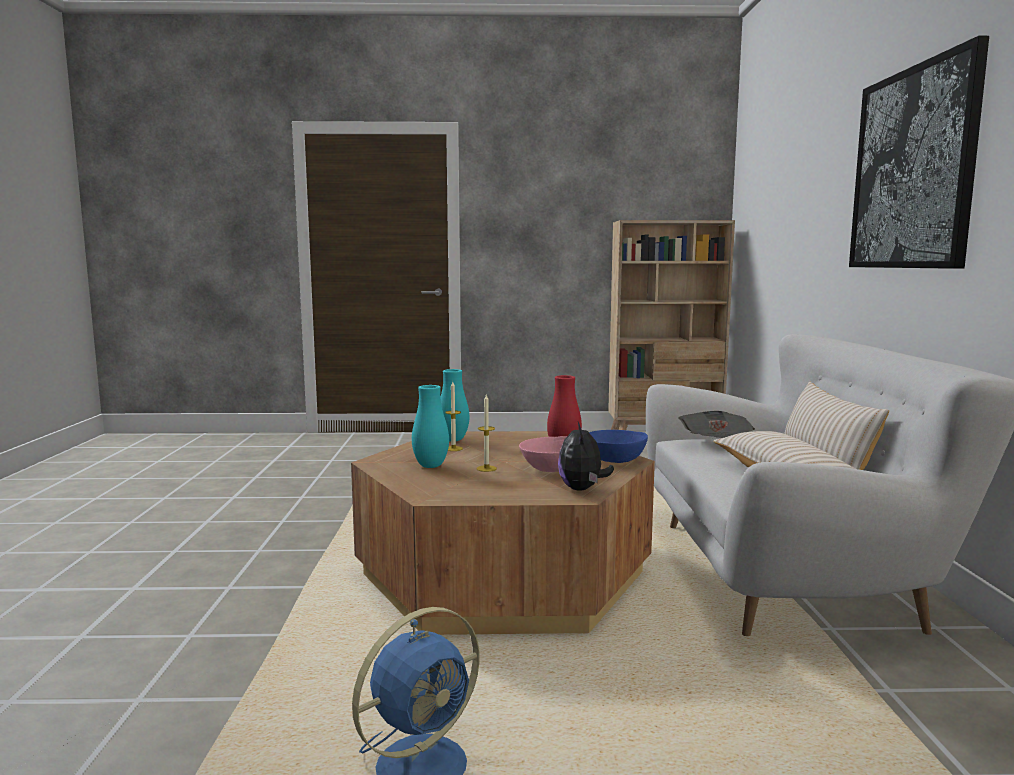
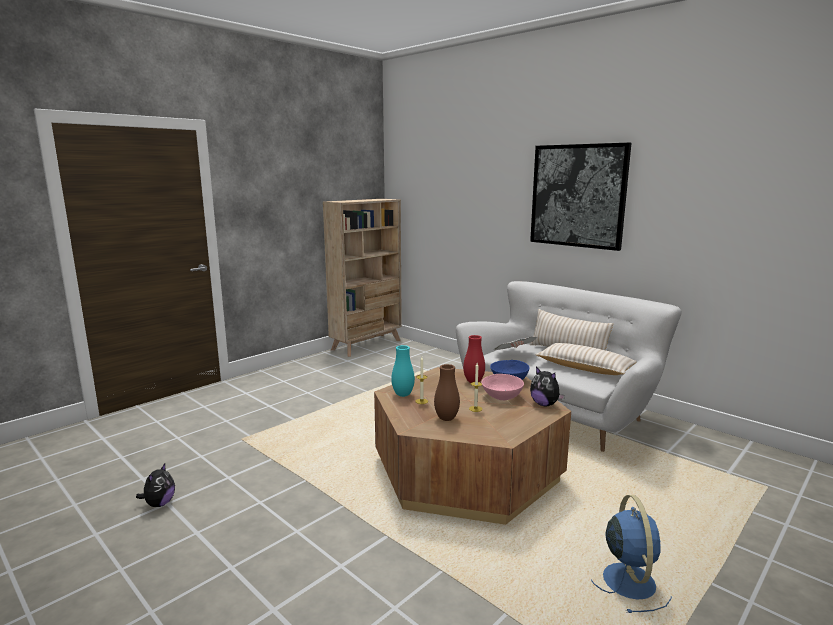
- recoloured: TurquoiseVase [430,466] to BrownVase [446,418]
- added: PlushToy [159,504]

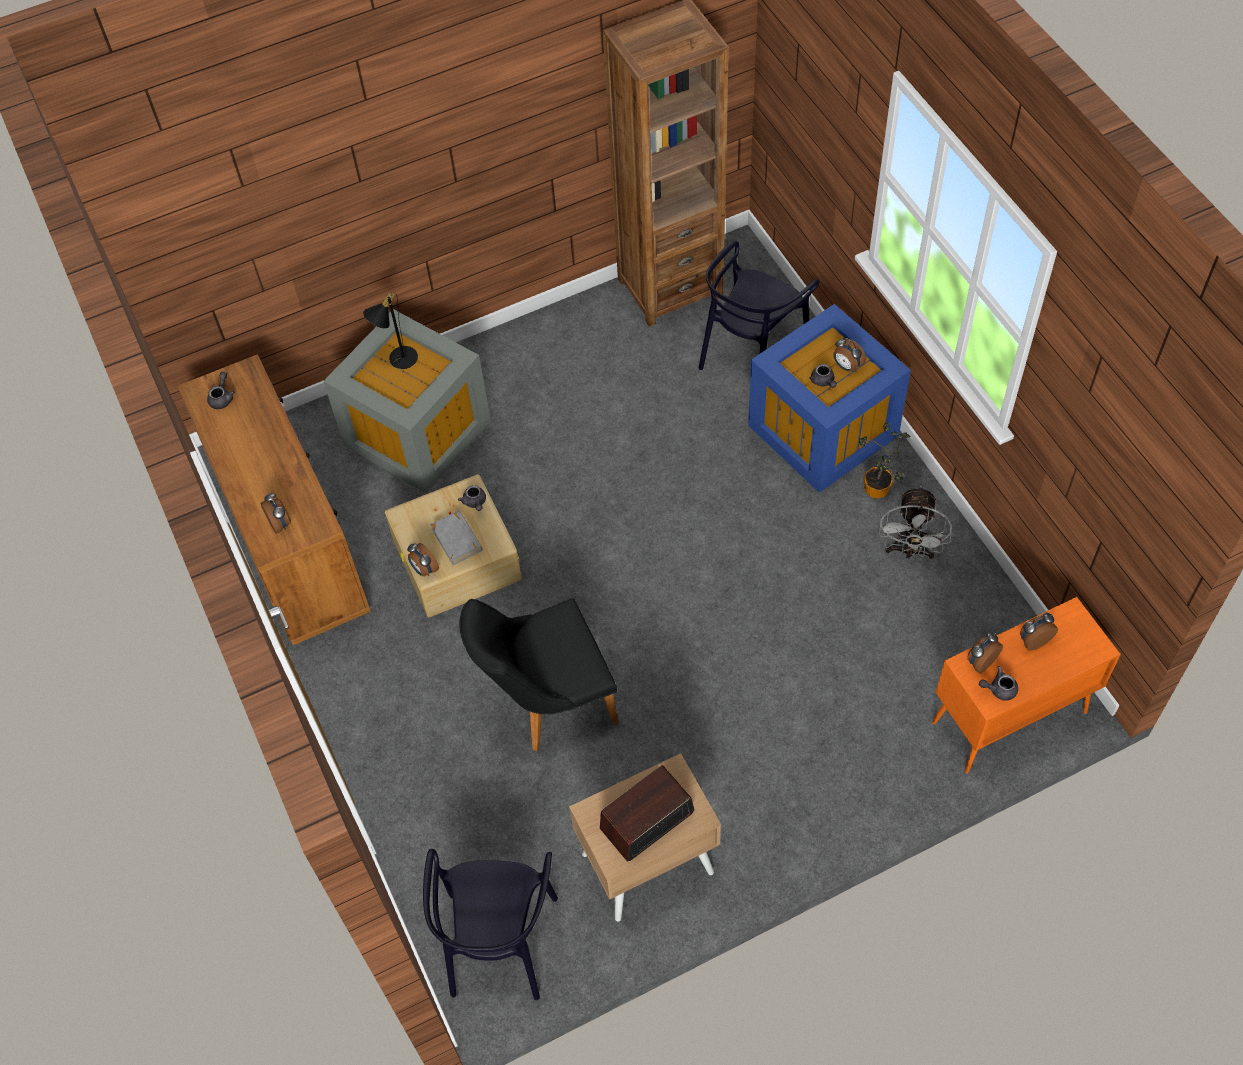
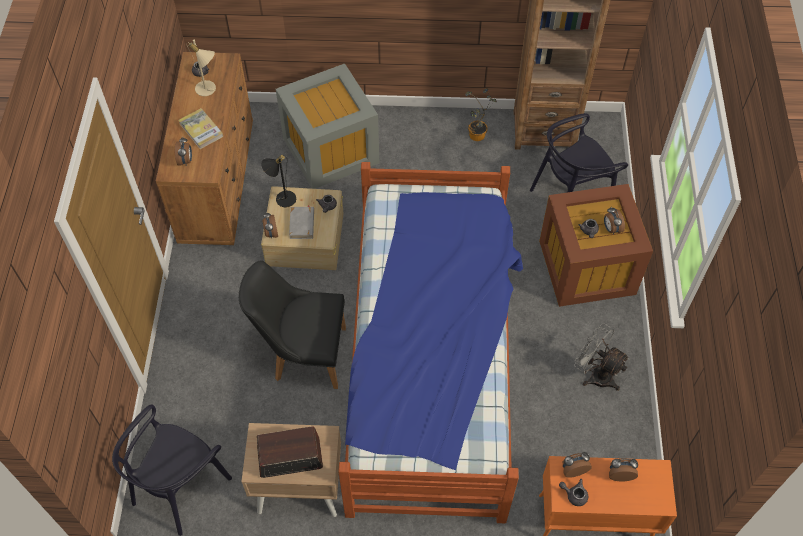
- moved: BlackTableLamp [397,358] to [282,198]
- recoloured: BlueStorageBox [825,430] to BrownStorageBox [588,268]
- moved: PottedPlant [878,491] to [476,137]
- turned: GreyFan [909,551] = [595,374] 90 degrees clockwise
- added: BeigeTableLamp [208,90]
- added: Book [201,130]
- added: Bed [431,362]

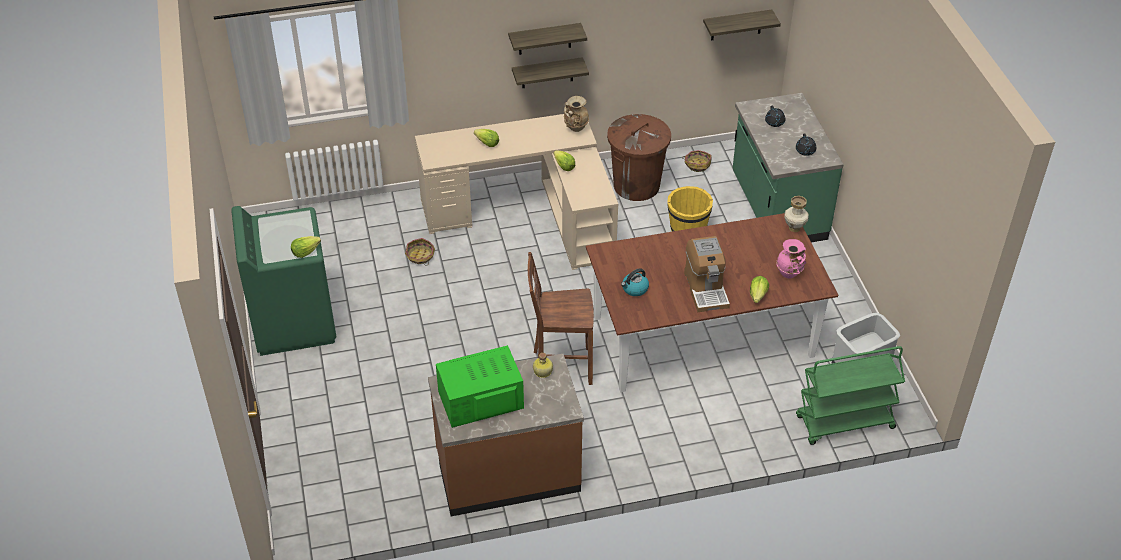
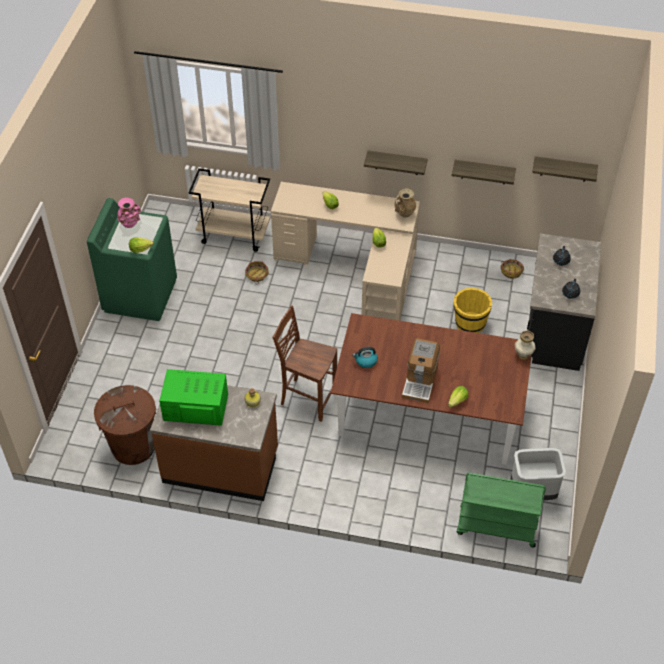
- moved: Shelf [544,39] to [484,172]
- recoloured: GreenCounter [777,208] to BlackCounter [553,330]
- moved: BrownTrashCan [637,185] to [133,446]
- moved: PinkVase [790,273] to [130,224]
- added: BeigeCart [234,235]

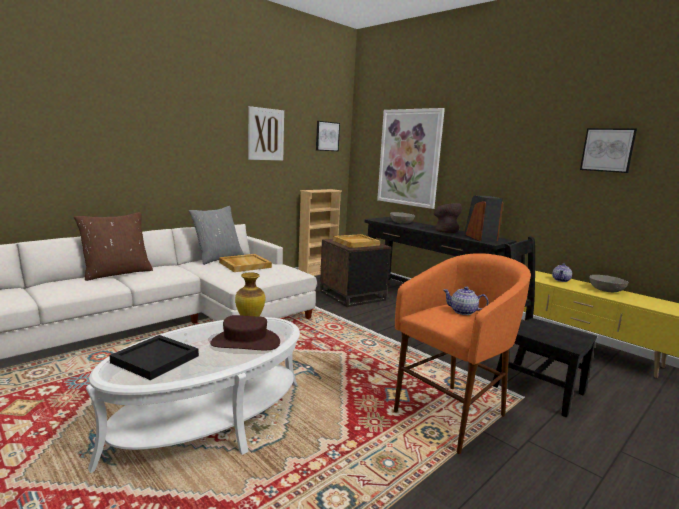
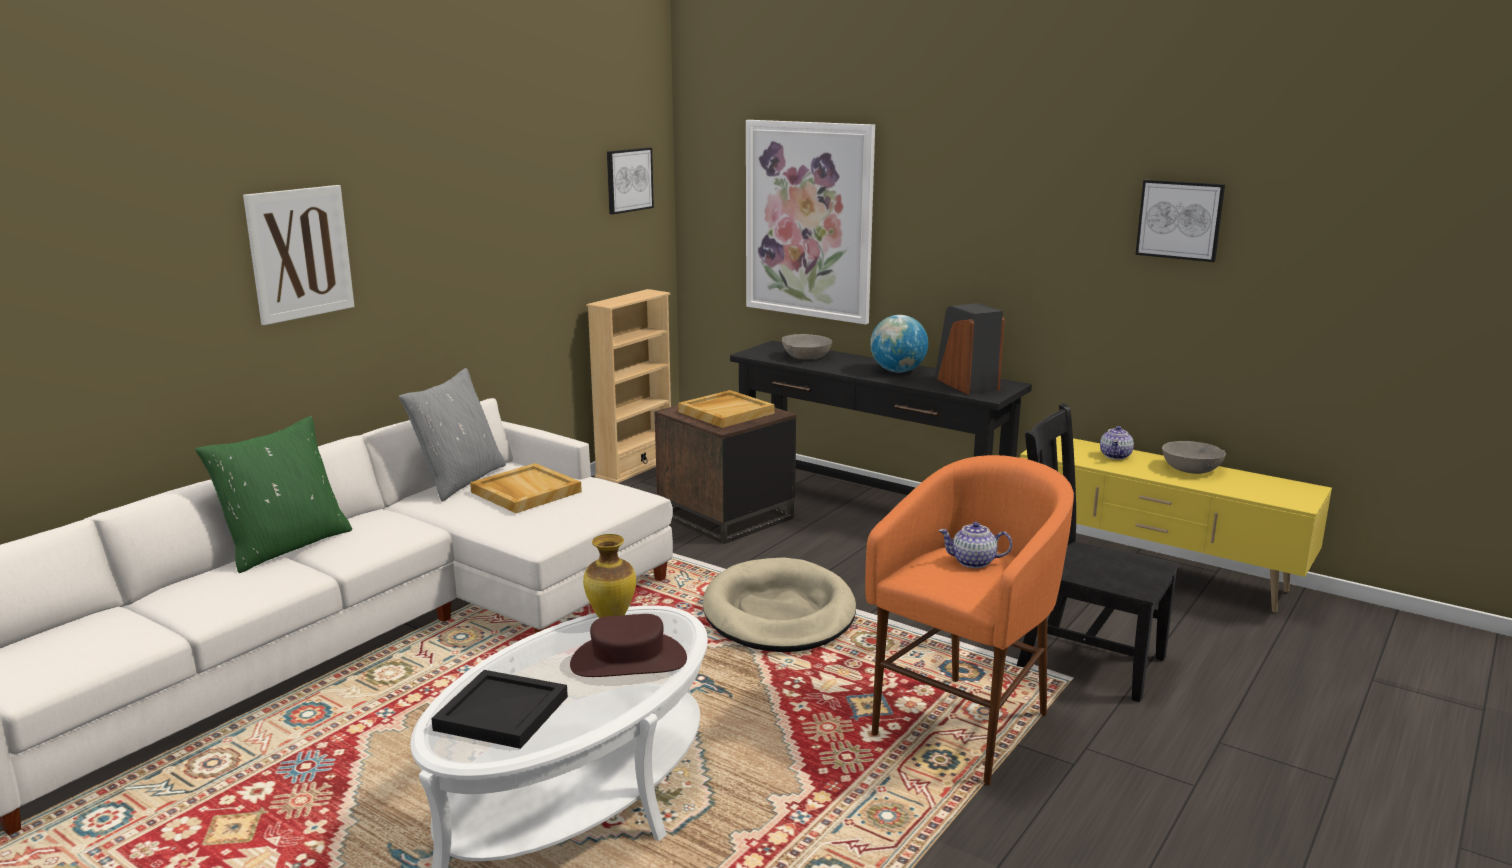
- moved: Picture [266,134] to [300,253]
- replaced: BrownVase [445,230] to Globe [897,371]
- recoloured: BrownPillow [117,273] to GreenPillow [285,546]
- added: BeigeDogBed [779,613]

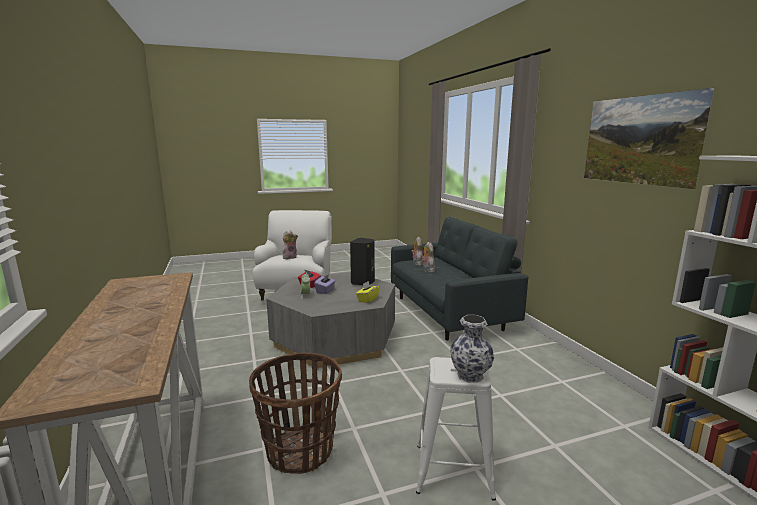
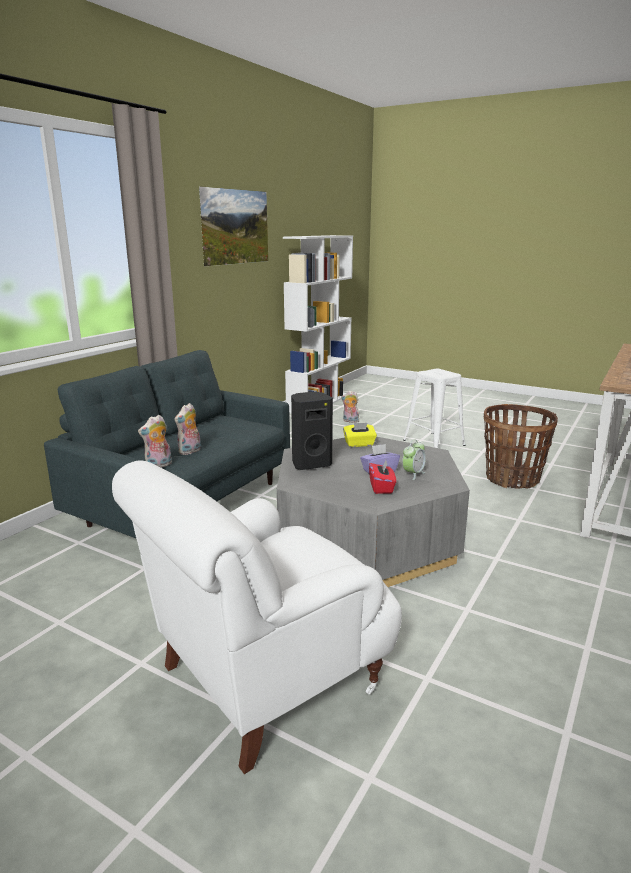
- moved: PlushToy [290,257] to [350,421]
- removed: Vase [470,376]

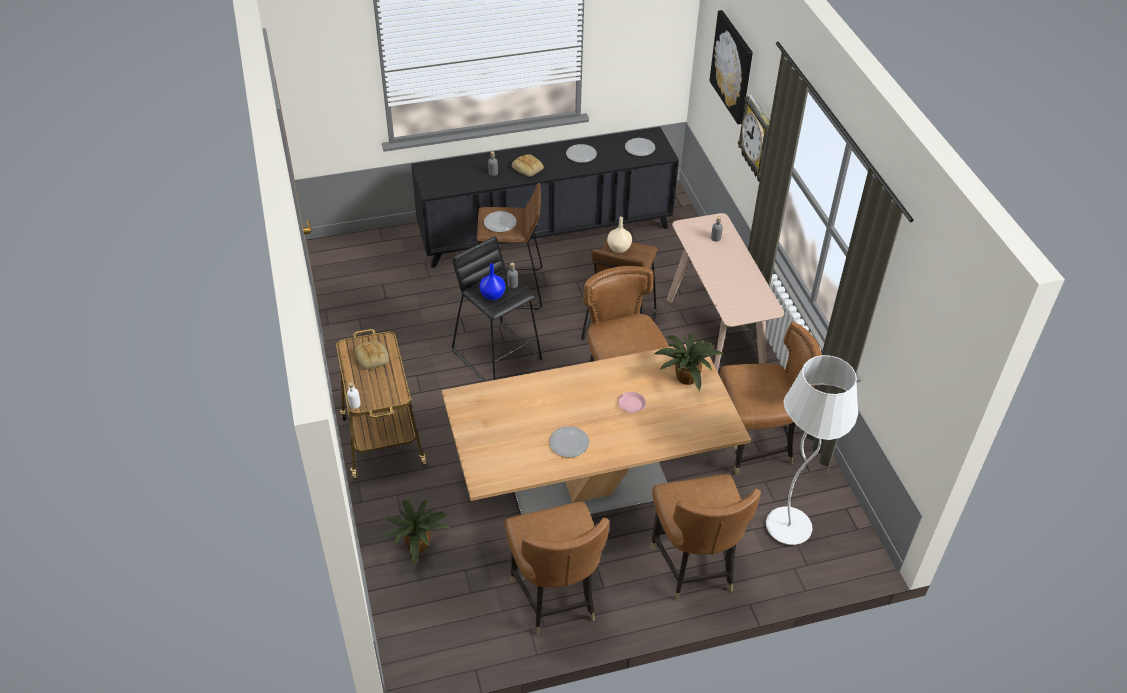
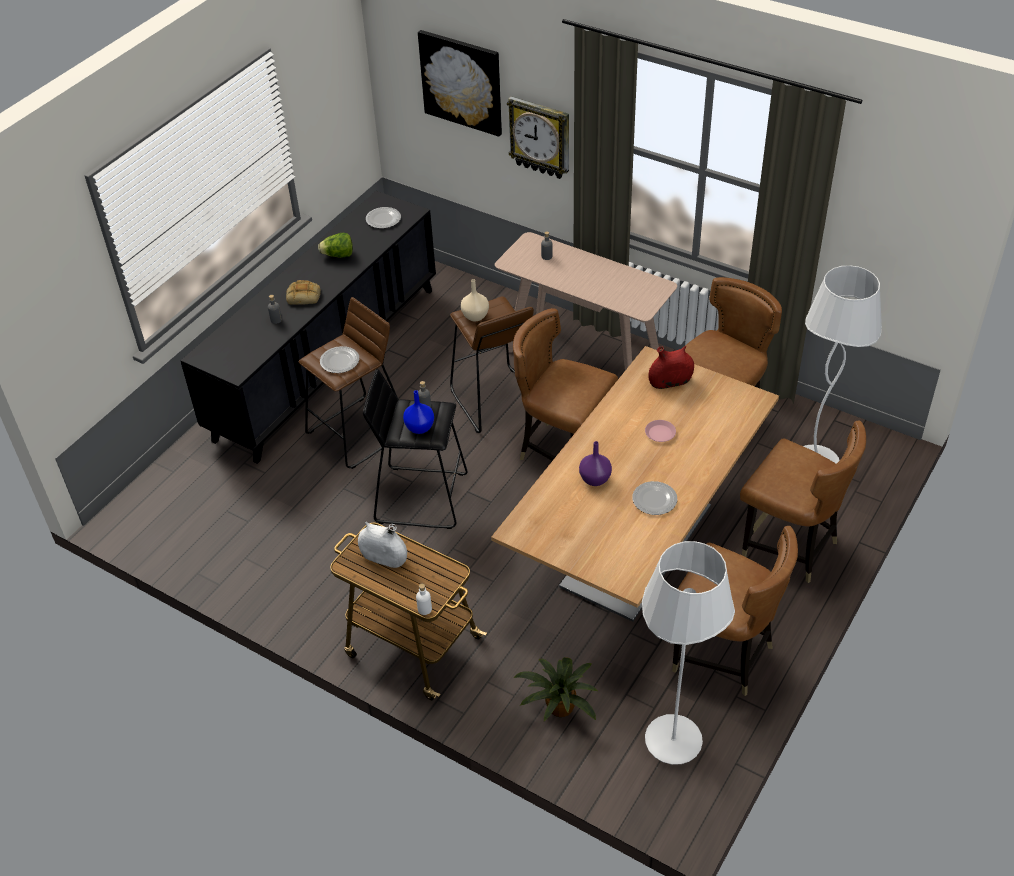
- replaced: Plate [581,155] to Lettuce [338,255]
- replaced: PottedPlant [685,376] to RedVase [670,382]
- replaced: Bread [373,358] to WhiteVase [384,558]
- added: PurpleVase [594,479]
- added: WhiteFloorLamp [673,742]

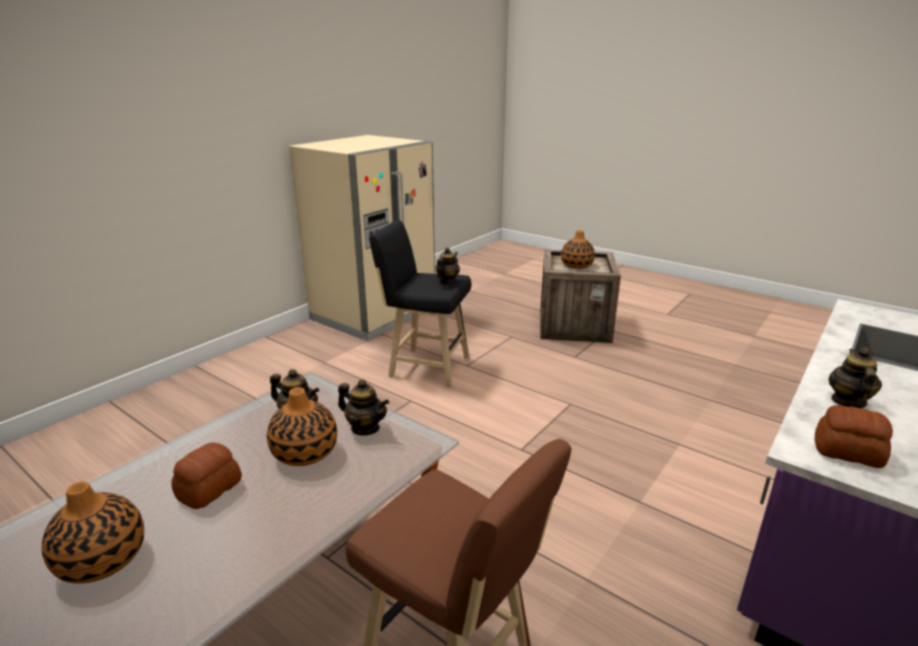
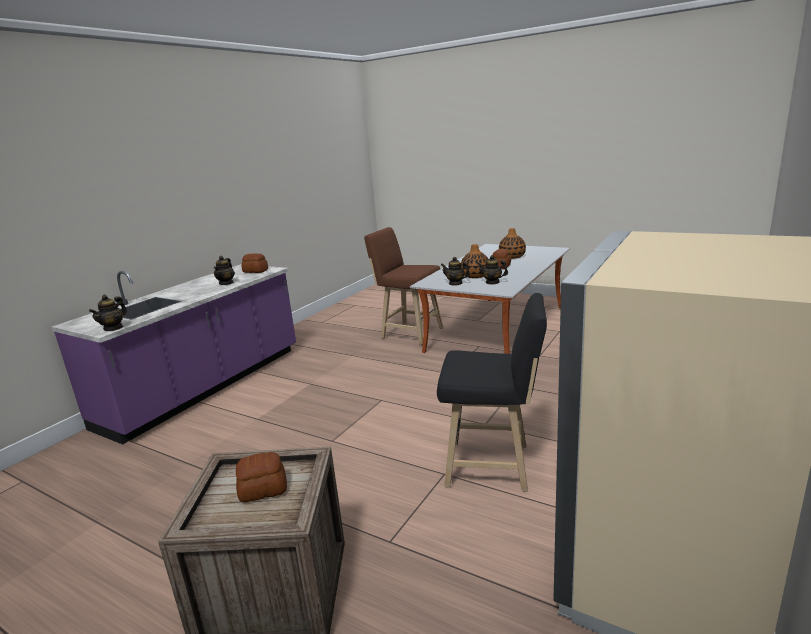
- replaced: Vase [577,265] to Bread [262,489]
- moved: Teapot [447,281] to [113,328]

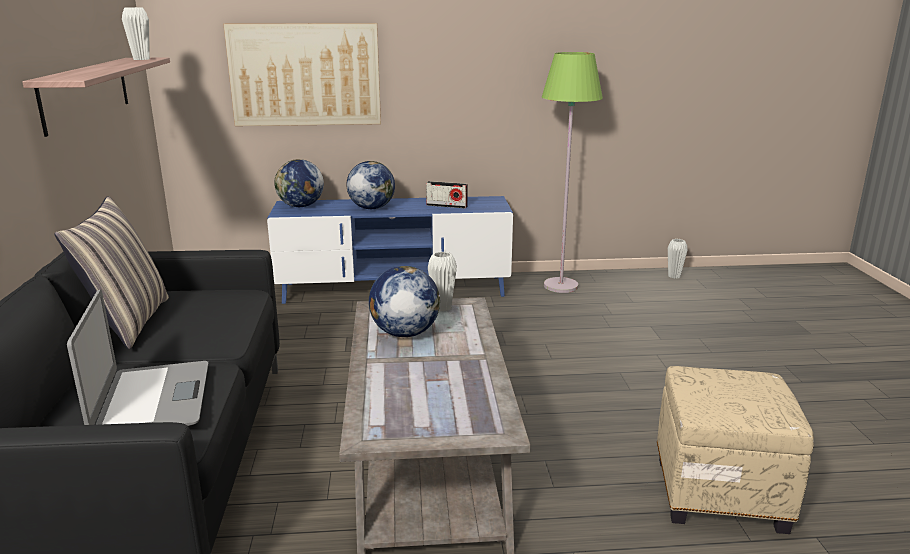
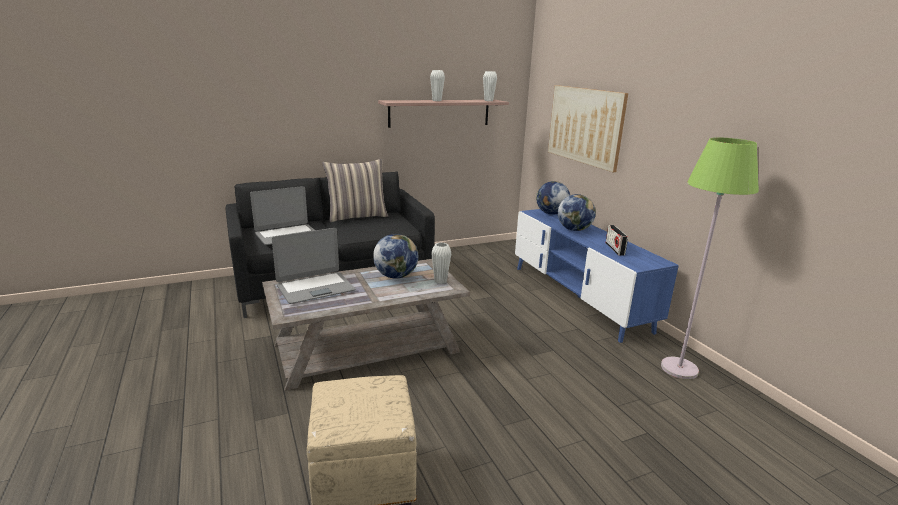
- moved: WhiteVase [674,276] to [436,100]
- added: Laptop [315,288]

